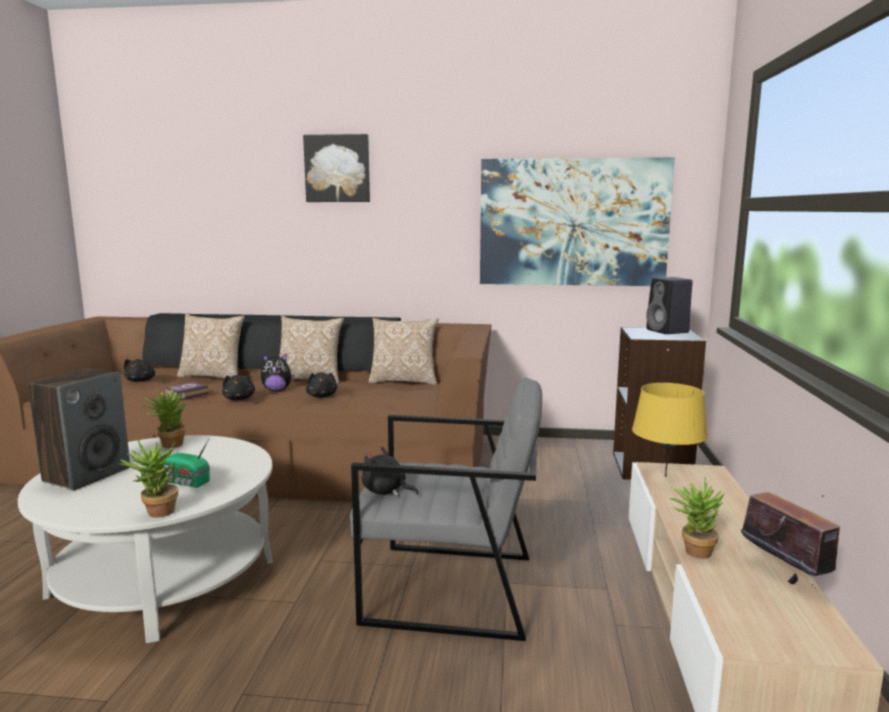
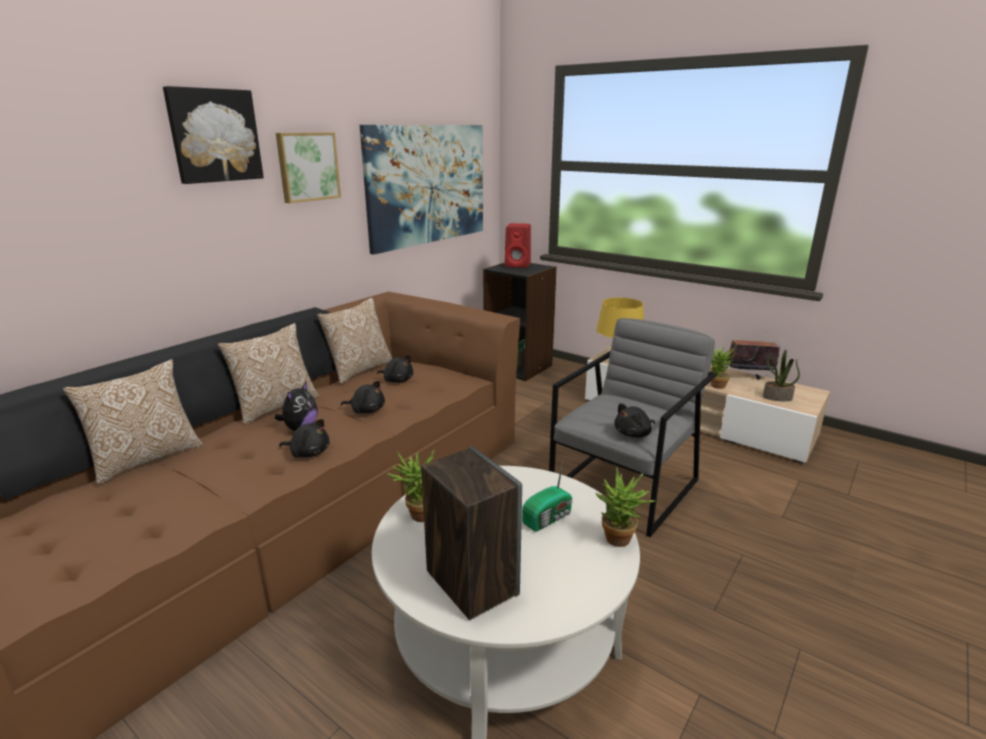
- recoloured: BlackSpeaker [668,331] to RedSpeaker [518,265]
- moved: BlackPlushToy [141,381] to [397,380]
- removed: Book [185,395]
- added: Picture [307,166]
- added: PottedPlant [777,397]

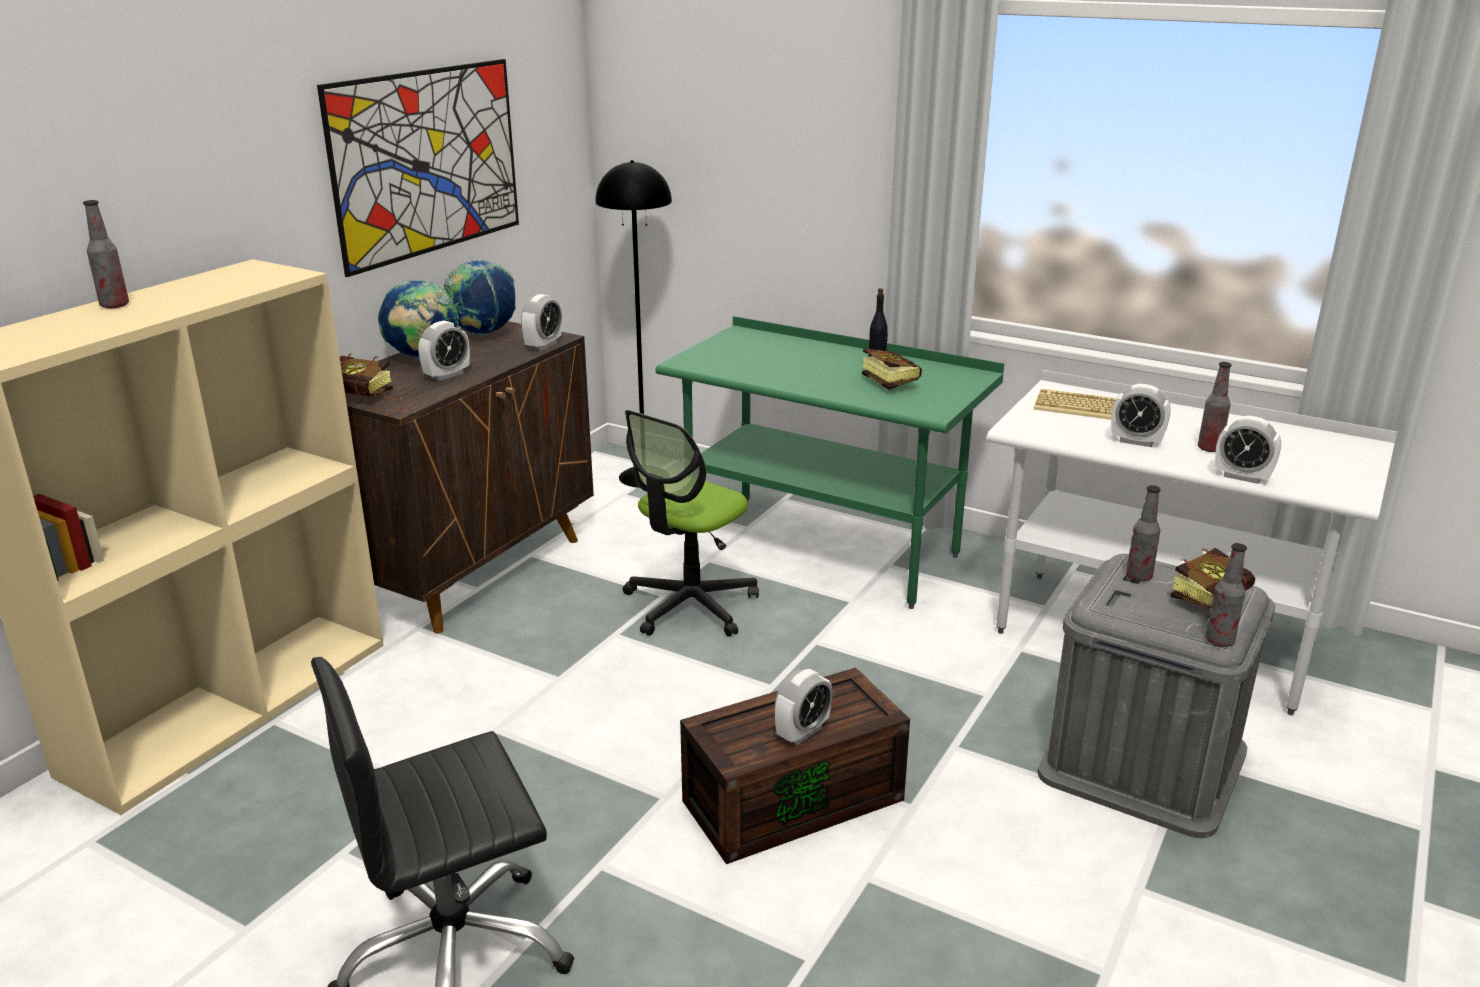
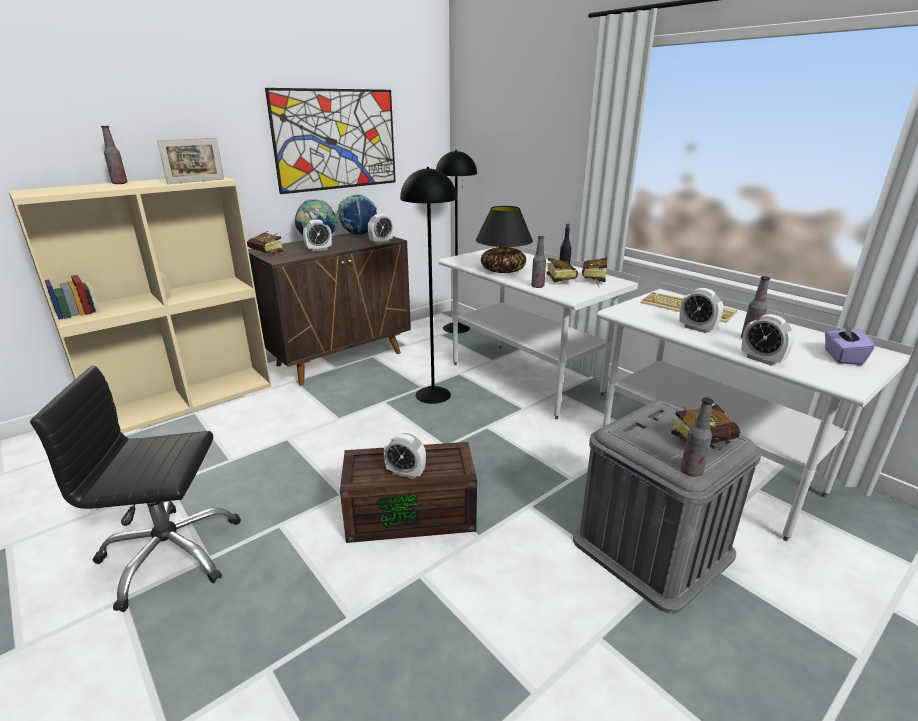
- recoloured: GreenDesk [822,550] to WhiteDesk [525,378]
- replaced: OfficeChair [690,605] to BlackFloorLamp [432,394]
- moved: Bottle [1138,576] to [537,286]
- turned: AlarmClock [802,732] = [405,473] 45 degrees clockwise
- added: PictureFrame [196,181]
- added: BlackTableLamp [502,270]
- added: Book [593,281]
- added: PurpleTissueBox [842,357]

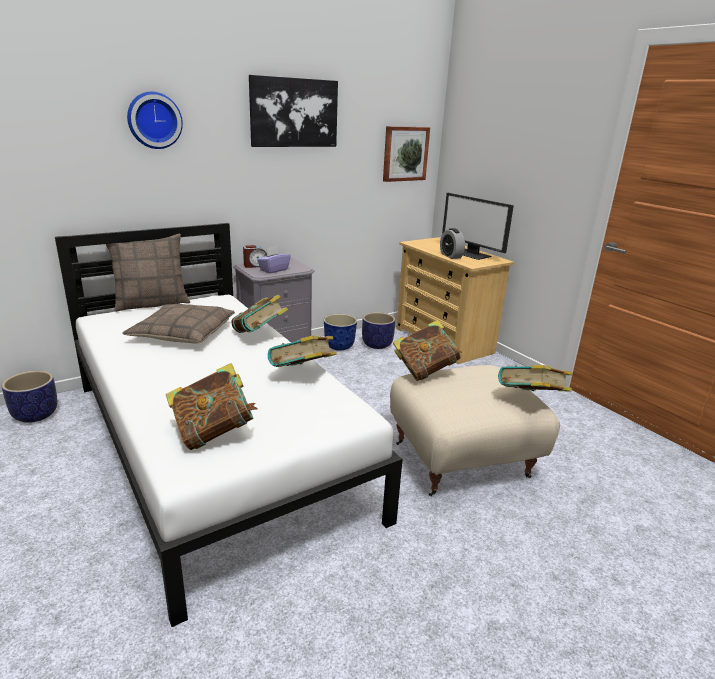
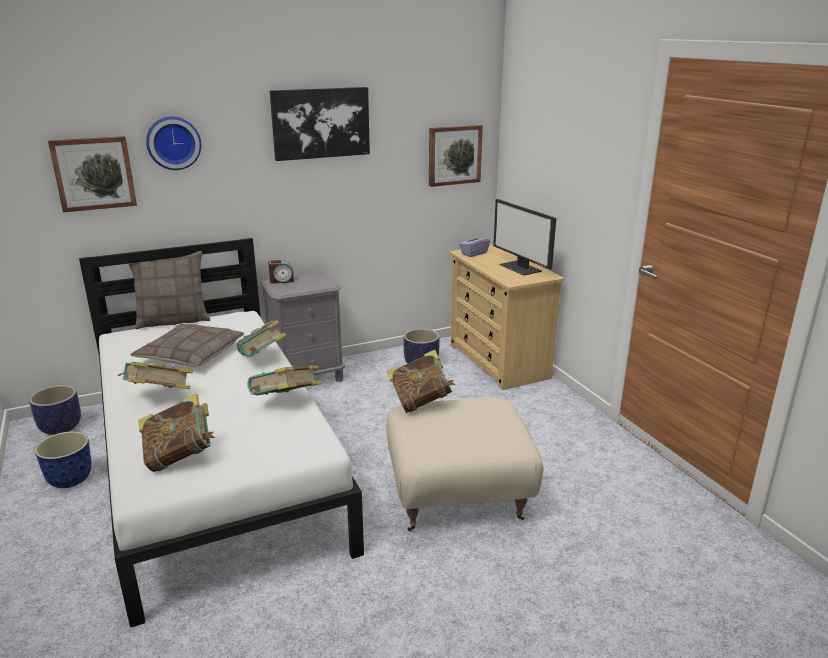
- removed: AlarmClock [450,256]
- moved: PurpleTissueBox [274,270] to [474,253]
- moved: Planter [339,346] to [71,479]
- moved: Book [530,401] to [159,397]
- added: Picture [94,173]

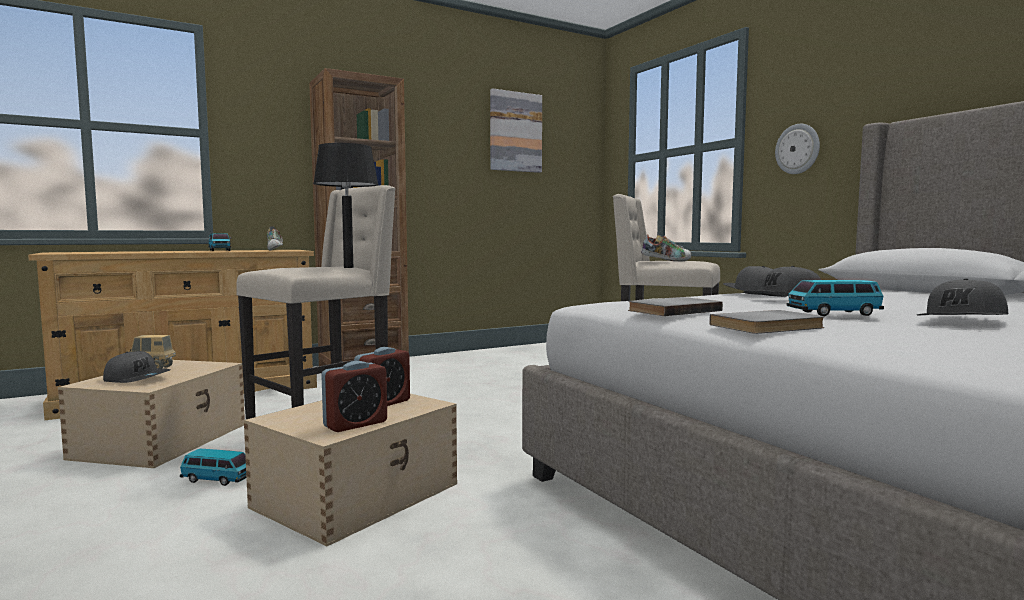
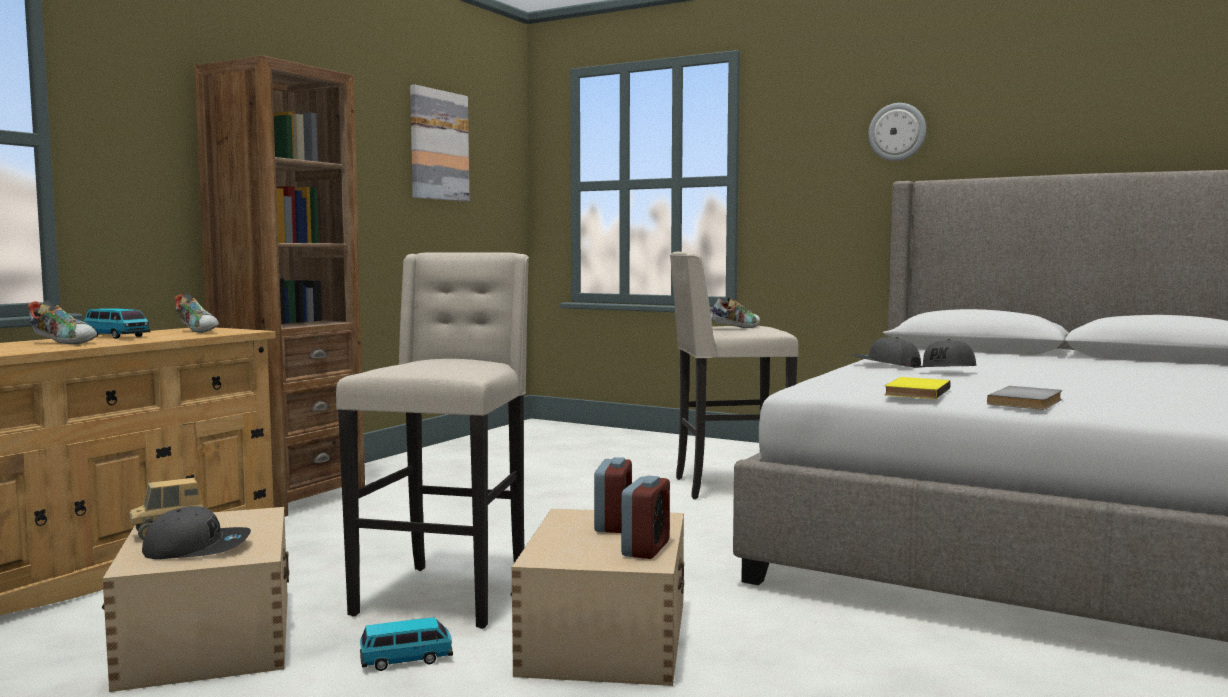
- moved: WallClock [797,149] to [897,132]
- removed: BlackTableLamp [348,267]
- removed: GreyCap [963,320]
- removed: ToyCar [833,313]
- recoloured: GreyBook [671,310] to YellowBook [914,391]
- added: Shoe [64,343]

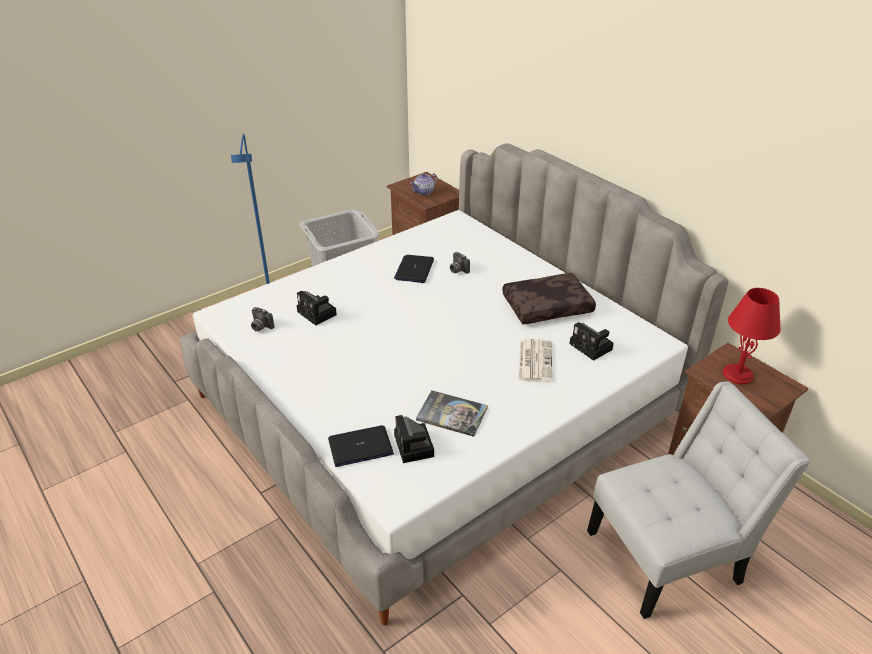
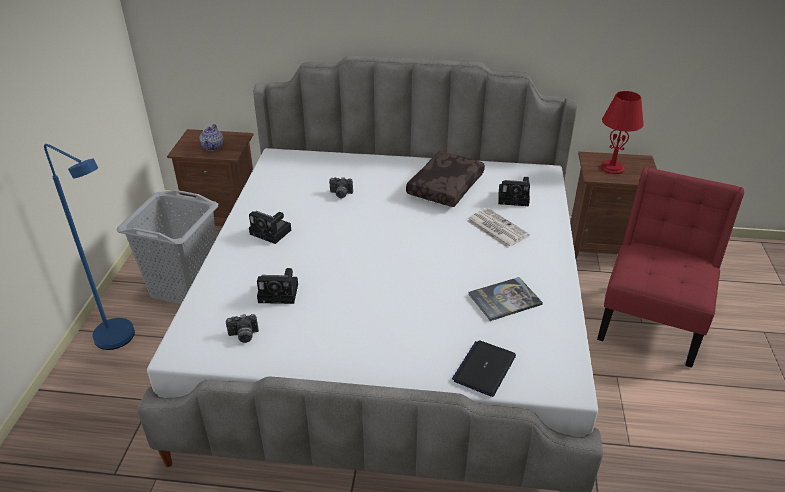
- removed: Laptop [414,269]
- recoloured: WhiteChair [670,554] to RedChair [652,319]
- moved: PhotoCamera [415,447] to [272,232]

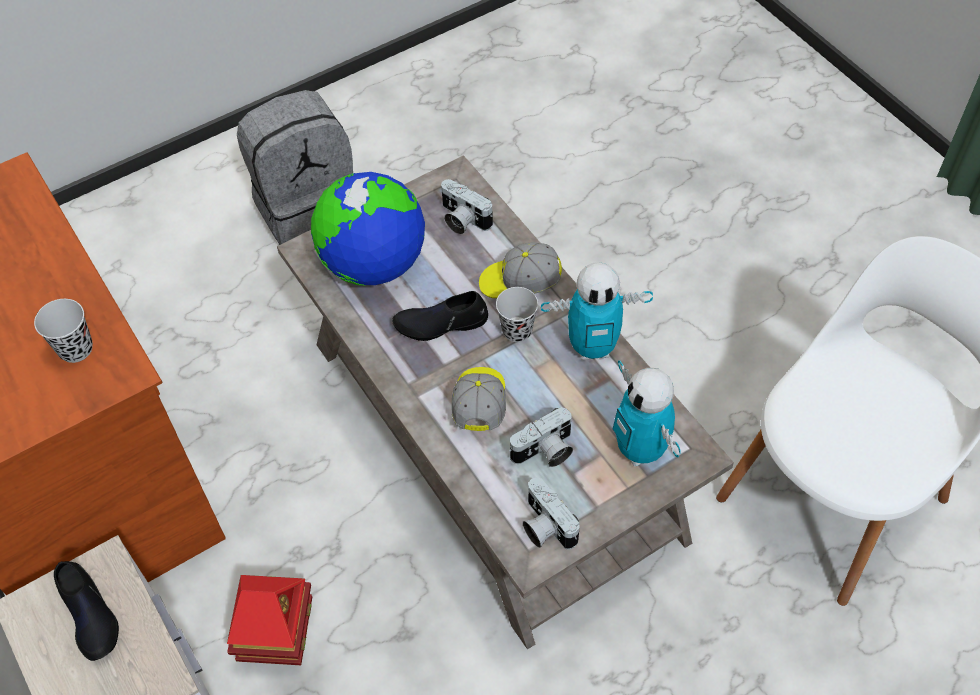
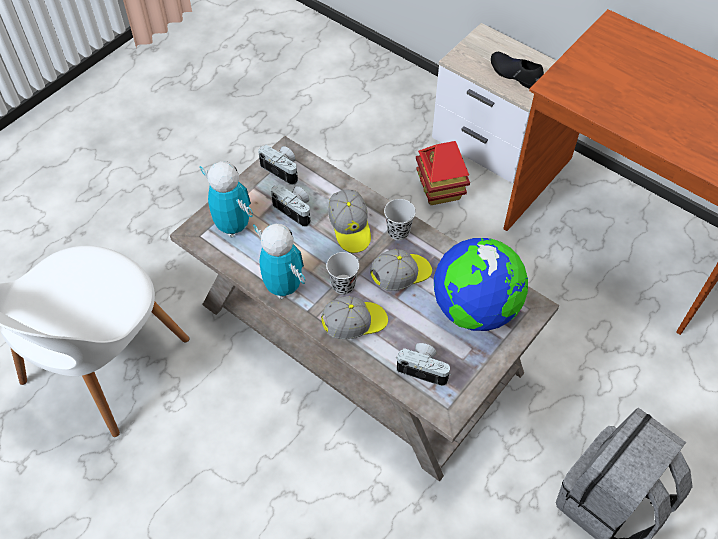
- turned: ToyRobot [593,347] = [283,287] 75 degrees clockwise
- replaced: BlackShoe [441,323] to Cap [401,276]
- moved: BlackCup [76,349] to [398,232]
- turned: PhotoCamera [545,452] = [296,210] 90 degrees clockwise

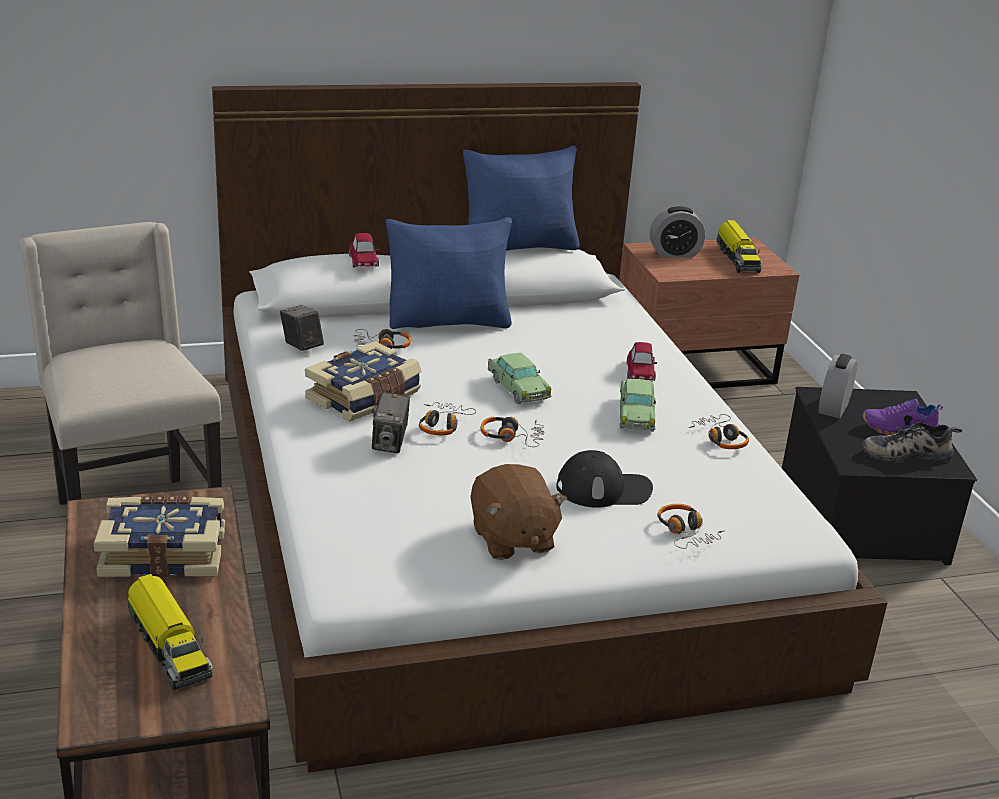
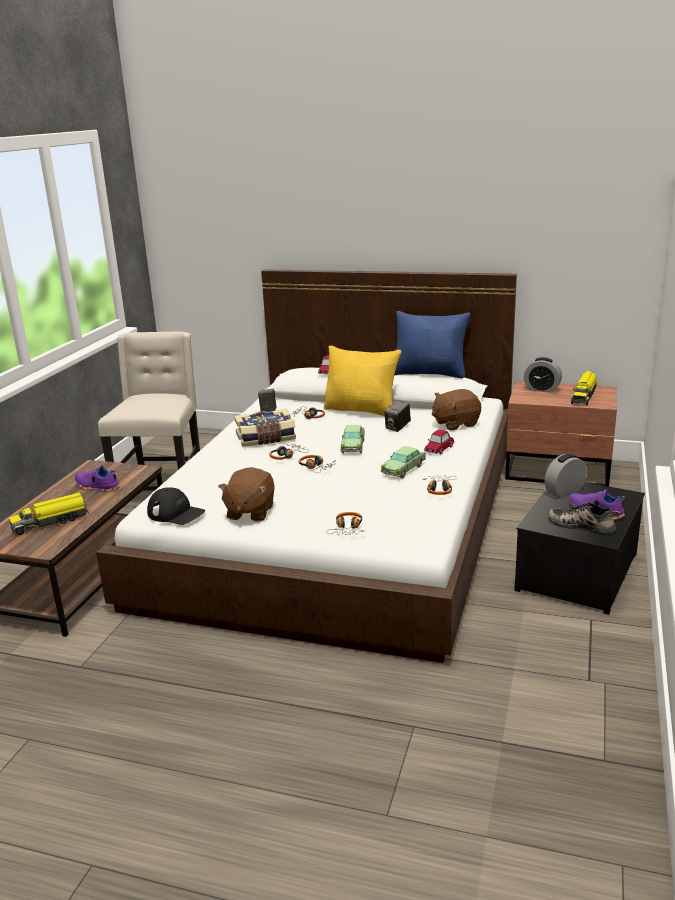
- recoloured: BluePillow [449,321] to YellowPillow [362,410]
- moved: PhotoCamera [390,443] to [397,428]
- moved: BlackCap [604,489] to [176,513]
- replaced: Book [164,553] to PurpleShoe [97,487]
- turned: ToyTruck [169,645] = [51,522] 60 degrees clockwise
- added: BrownPlushToy [455,423]

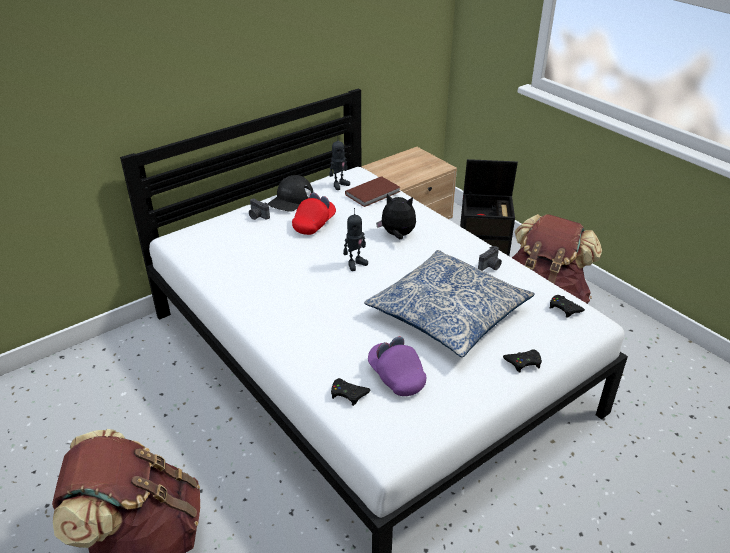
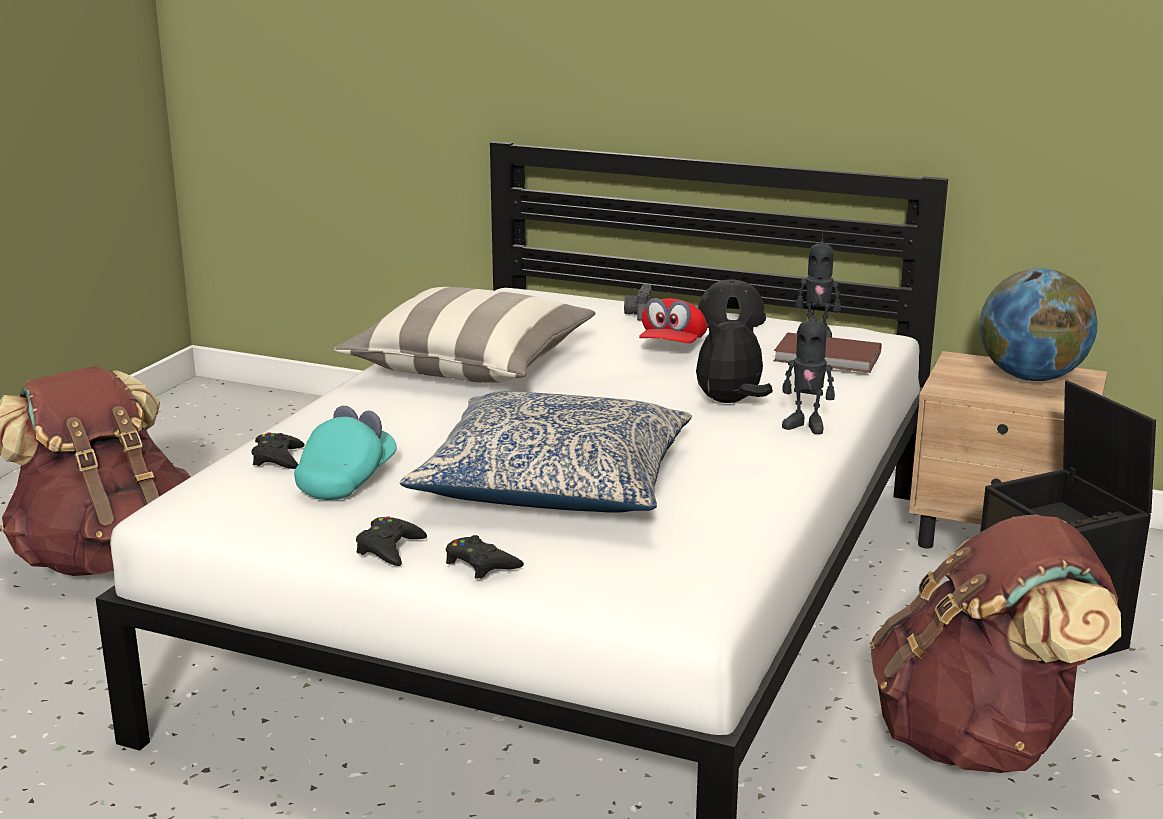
- turned: RedCap [314,224] = [672,347] 105 degrees clockwise
- turned: PlushToy [397,235] = [730,402] 105 degrees counterclockwise
- moved: ToyRobot [355,264] to [805,425]
- removed: PhotoCamera [490,266]
- moved: BlackGameController [564,308] to [389,548]
- recoloured: PurpleCap [396,377] to TurquoiseCap [347,480]
- added: Globe [1031,377]
- added: Pillow [470,366]

